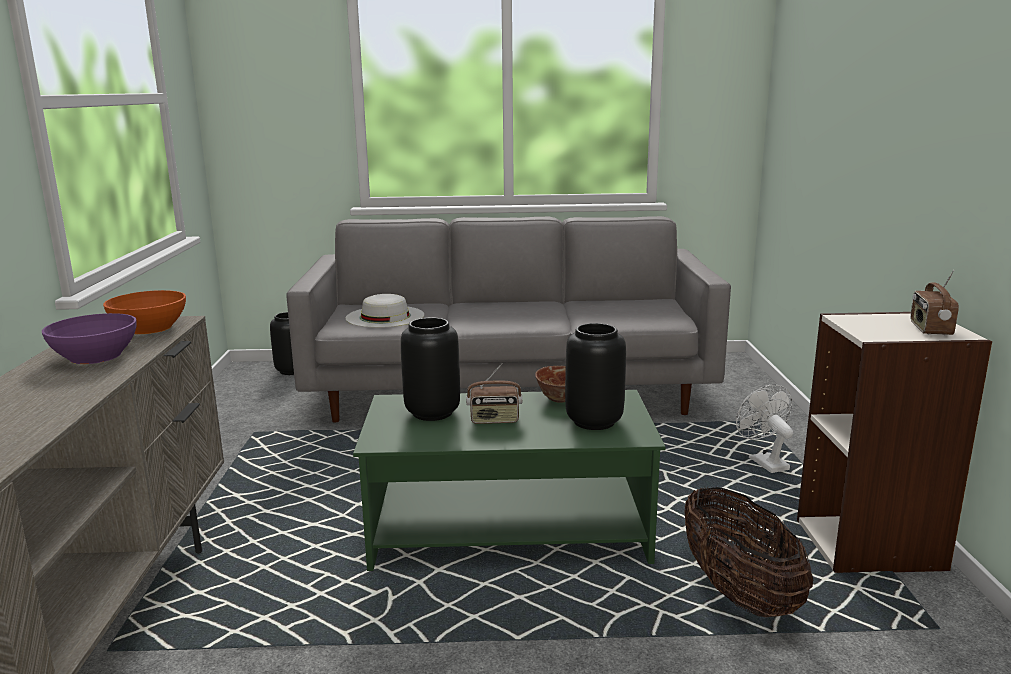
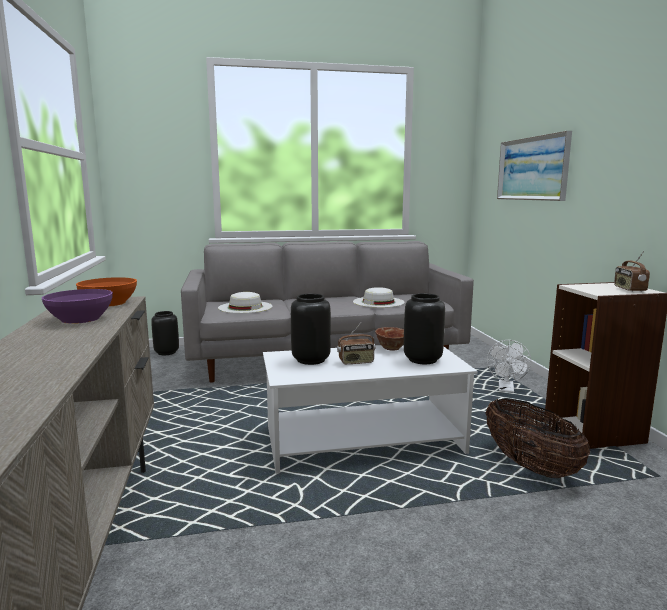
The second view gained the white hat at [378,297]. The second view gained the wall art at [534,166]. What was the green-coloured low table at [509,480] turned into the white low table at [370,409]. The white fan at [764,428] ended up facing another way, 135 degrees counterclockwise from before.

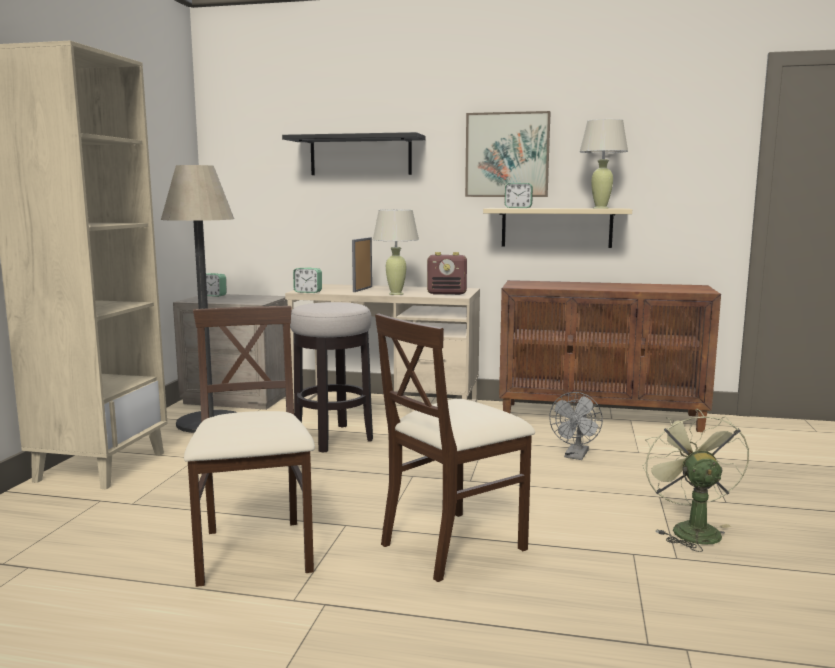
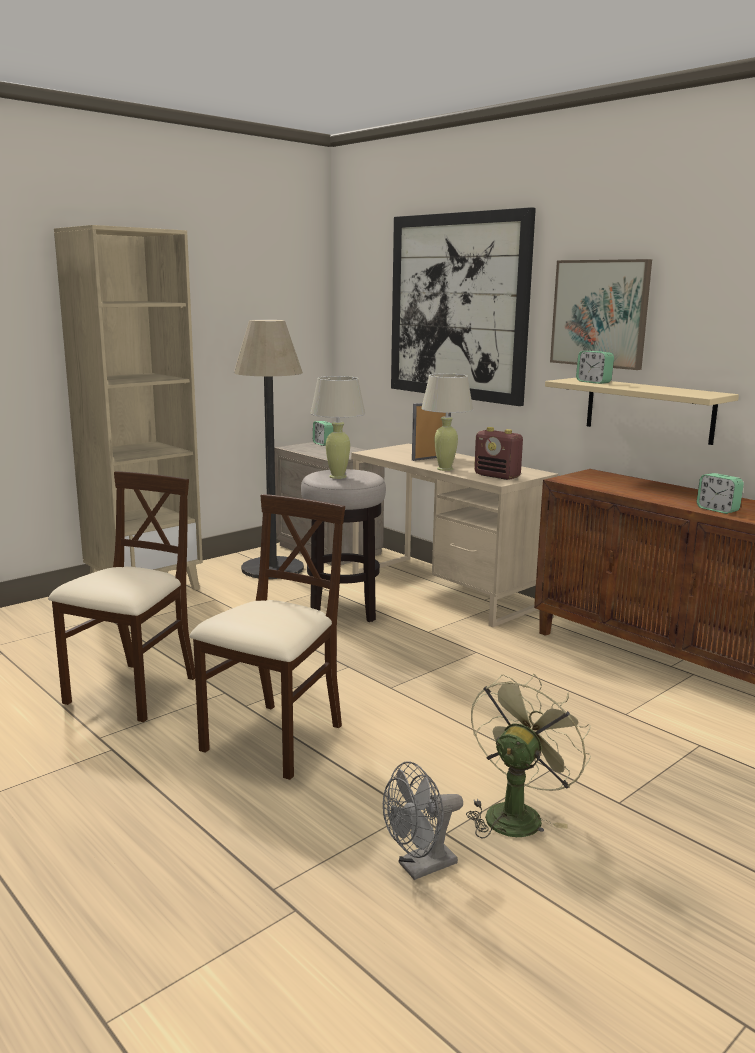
The table clock ended up elsewhere, having gone from [307,280] to [720,493]. The greyish fan ended up elsewhere, having gone from [576,426] to [423,820]. The beige-coloured table lamp ended up elsewhere, having gone from [604,164] to [338,427]. Where the black shelf hung at [354,153], the wall art came to hang at [463,306]. The beige-coloured upright chair at [455,447] ended up facing another way, 120 degrees clockwise from before.

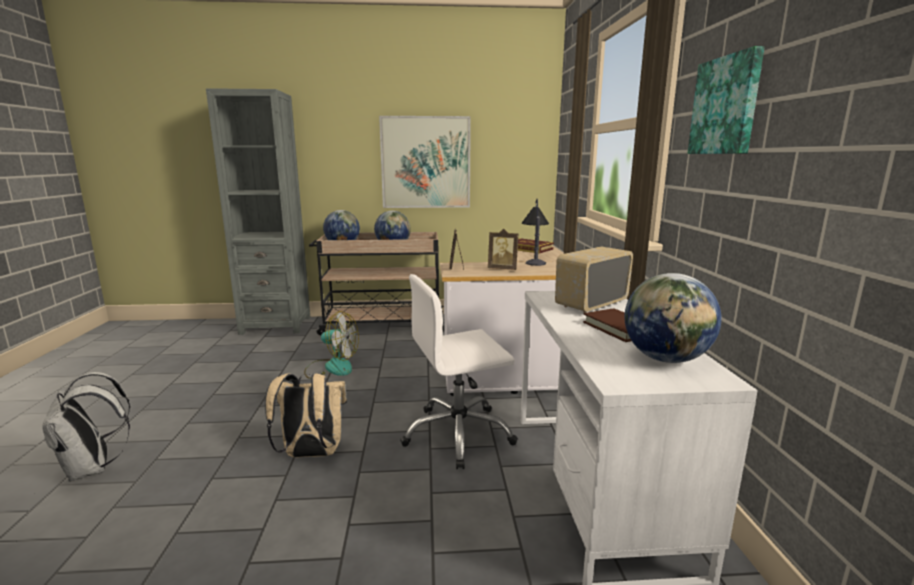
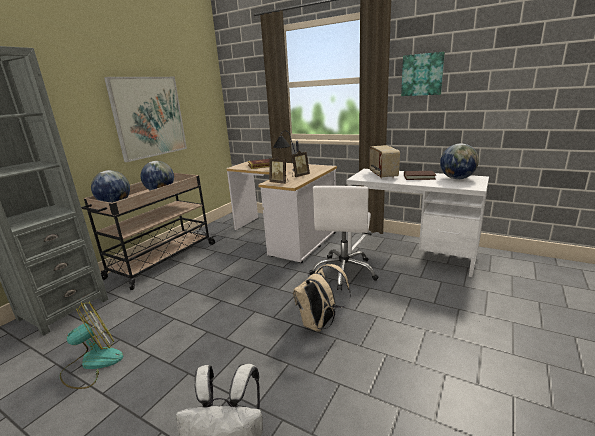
The fan ended up elsewhere, having gone from [331,345] to [92,345].

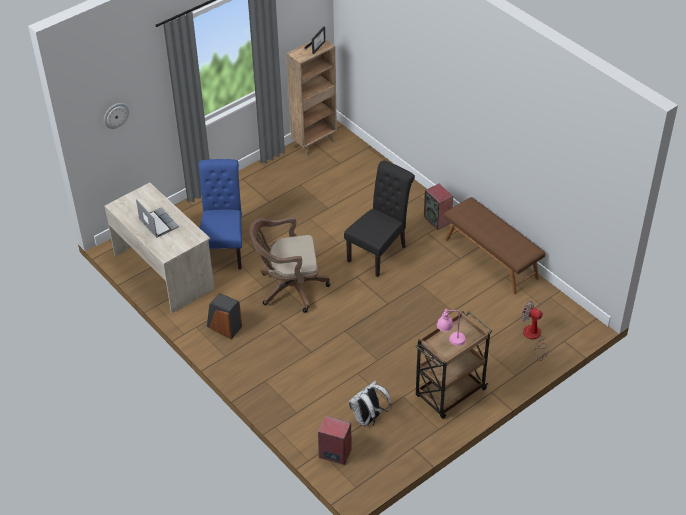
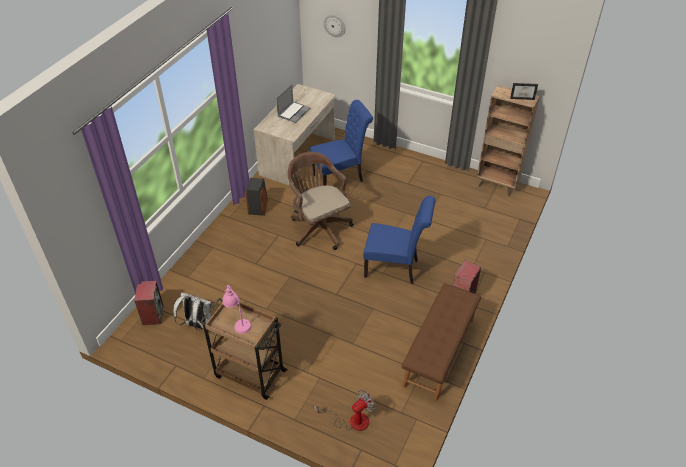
What was the black upright chair at [379,218] turned into the blue upright chair at [399,240]. The fan at [535,330] ended up facing another way, 45 degrees clockwise from before.

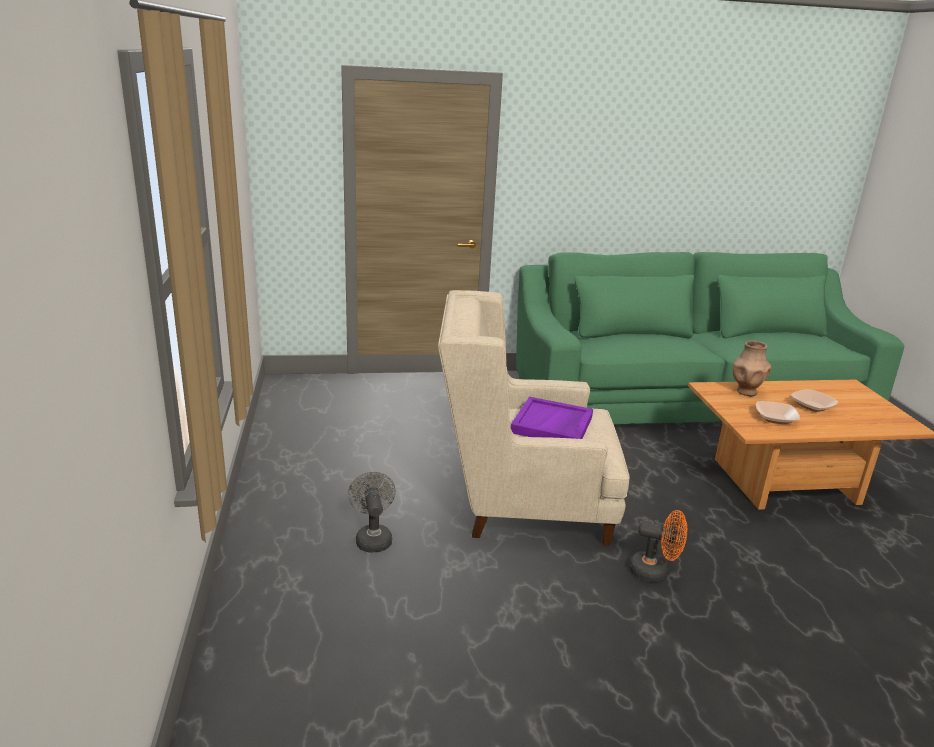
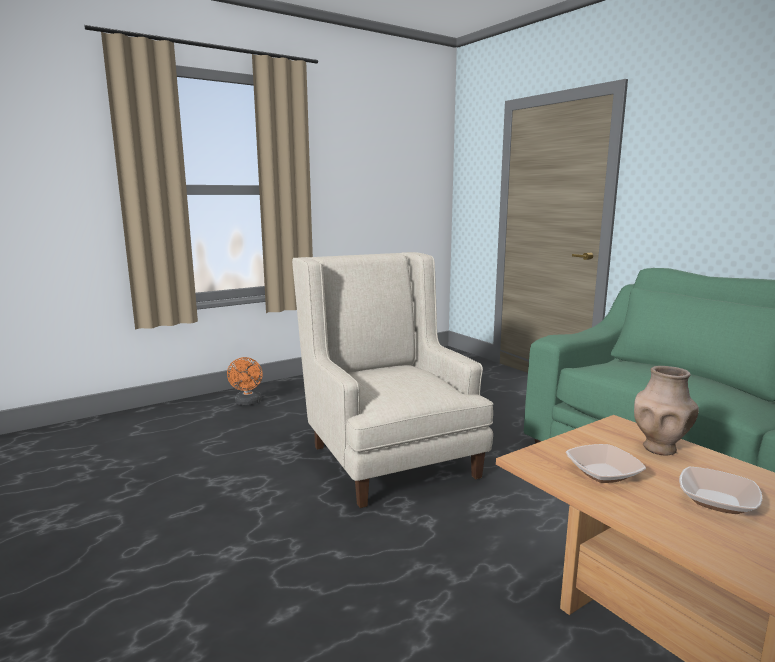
The second view lost the greyish fan at [372,512]. The second view lost the purple carrying tray at [552,418]. The orange fan ended up elsewhere, having gone from [658,546] to [245,381].

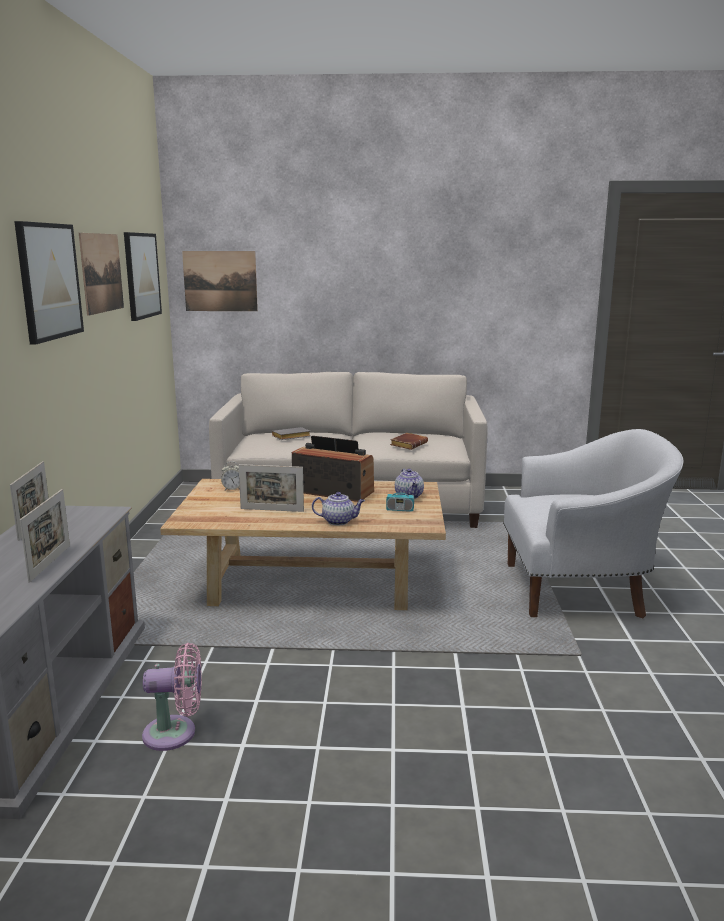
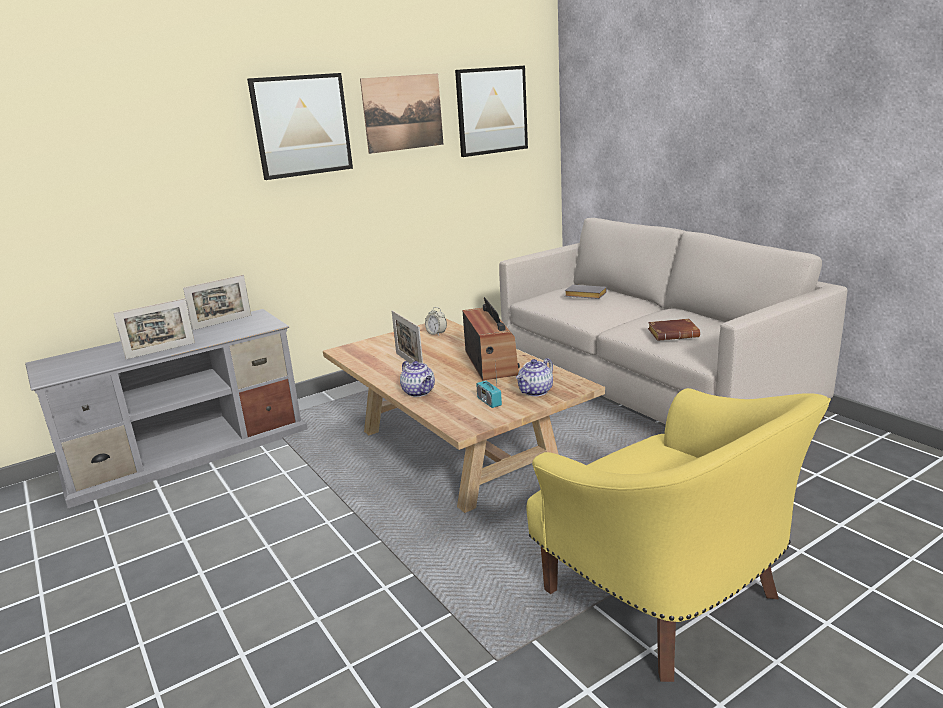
The second view lost the pinkish fan at [172,697]. The second view lost the wall art at [220,281]. What was the white armchair at [593,523] turned into the yellow armchair at [678,535].

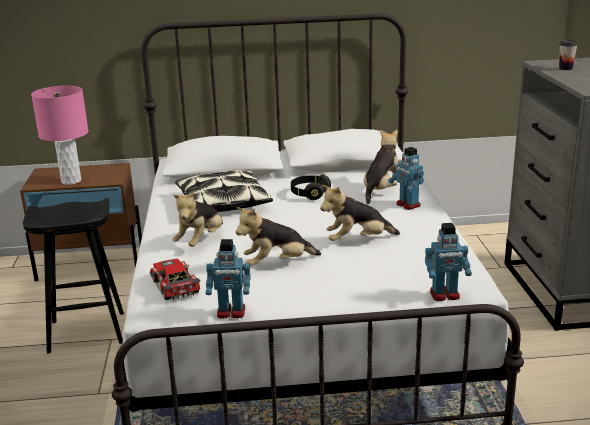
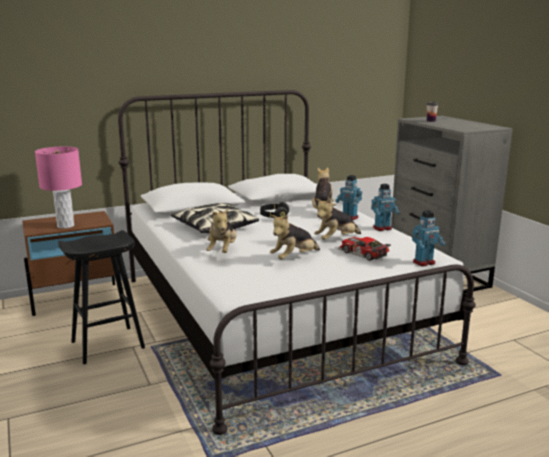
The miniature car ended up elsewhere, having gone from [175,279] to [364,249]. The robot figure ended up elsewhere, having gone from [228,279] to [385,207].

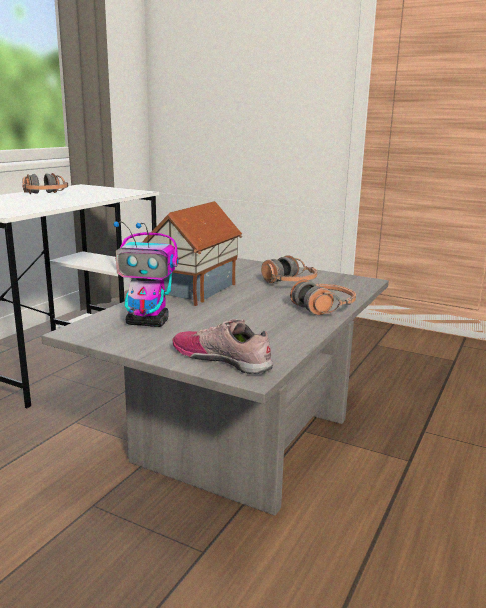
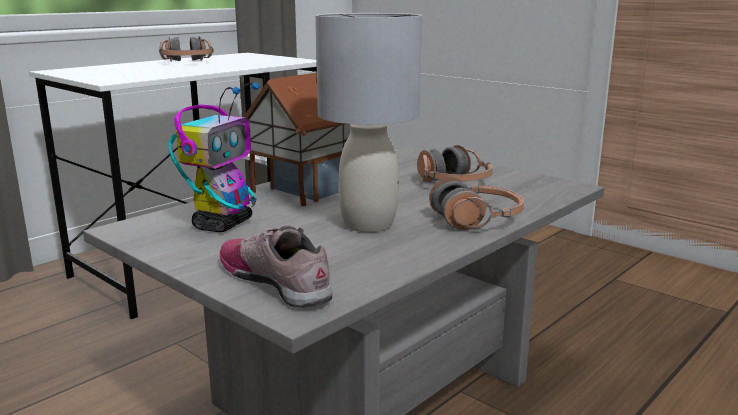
The second view gained the greyish table lamp at [368,122]. The robot figure at [146,274] ended up facing another way, 90 degrees counterclockwise from before.

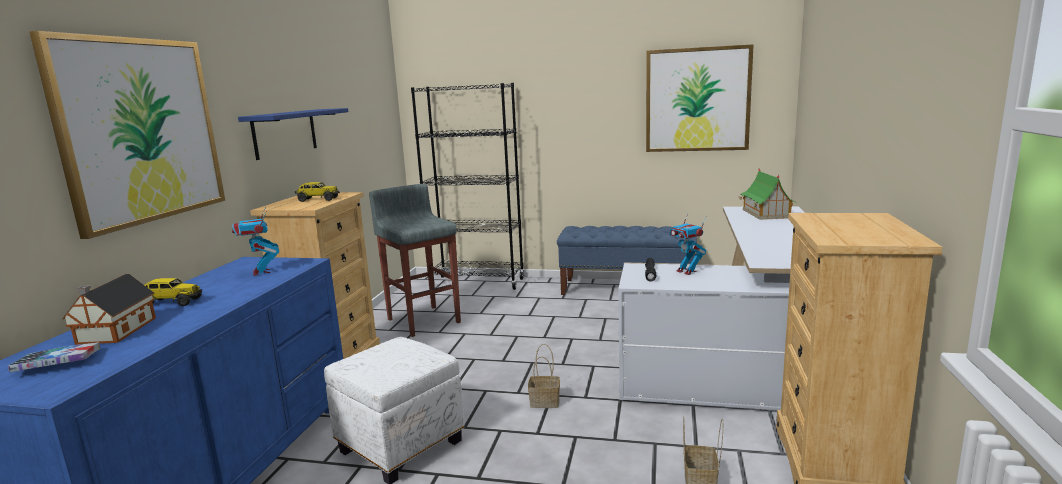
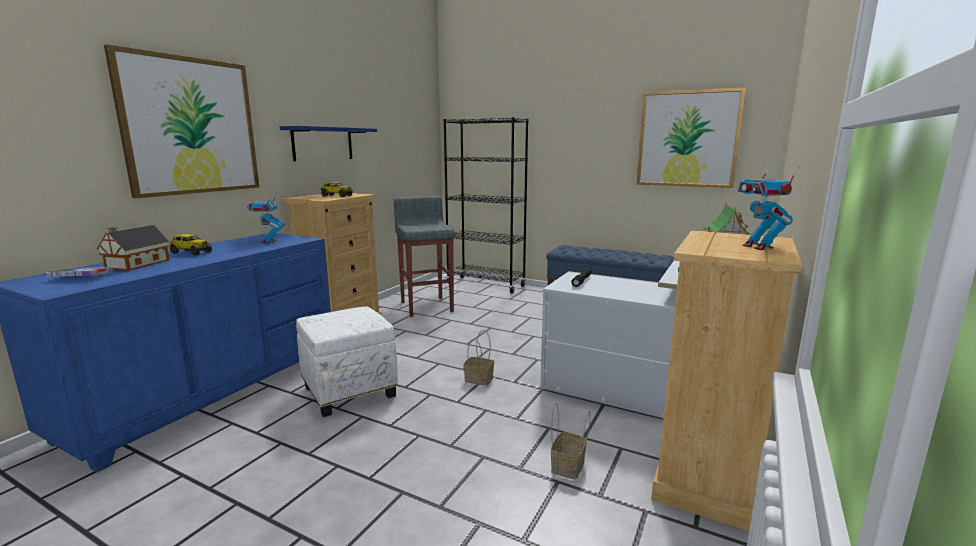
The robot figure ended up elsewhere, having gone from [687,244] to [769,207].

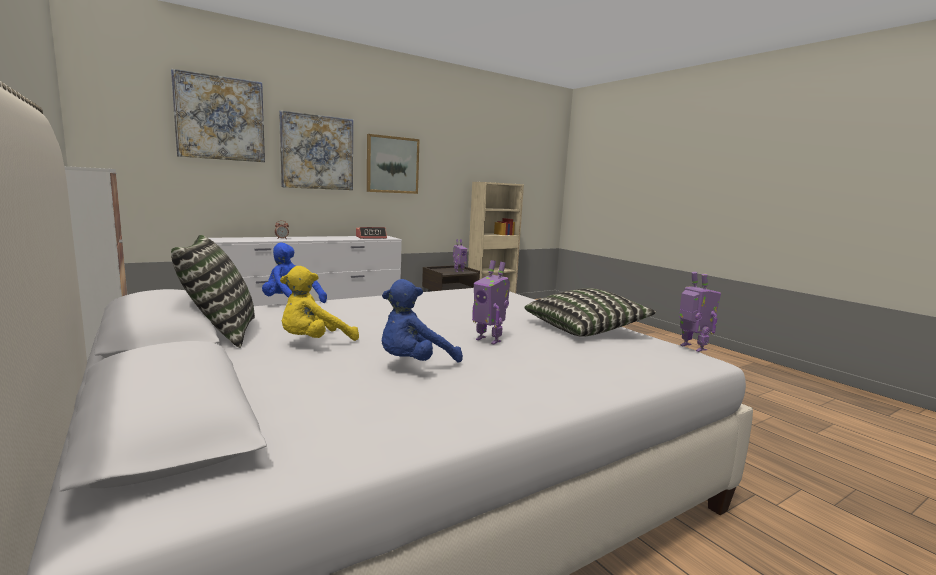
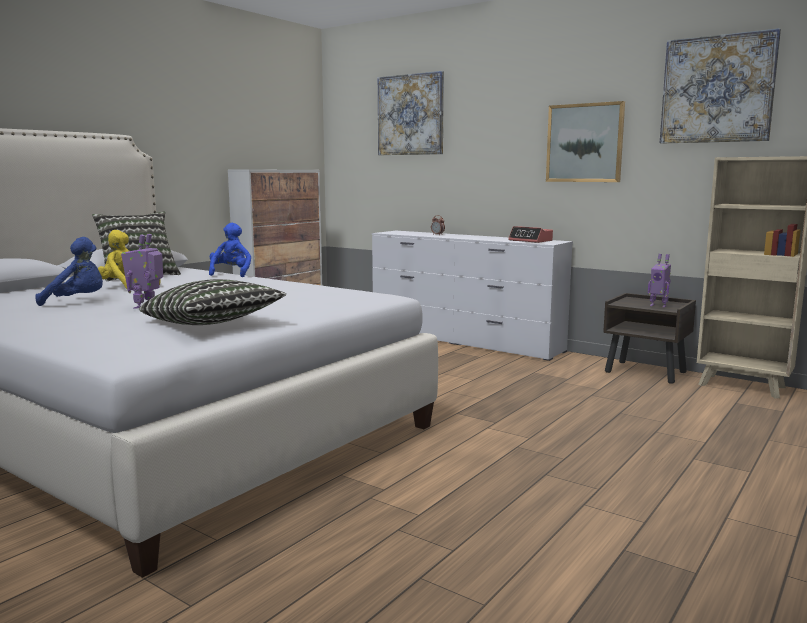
The second view lost the robot figure at [700,312]. The wall art ended up elsewhere, having gone from [316,150] to [720,86]. The blue soft toy at [422,321] ended up facing another way, 150 degrees clockwise from before.

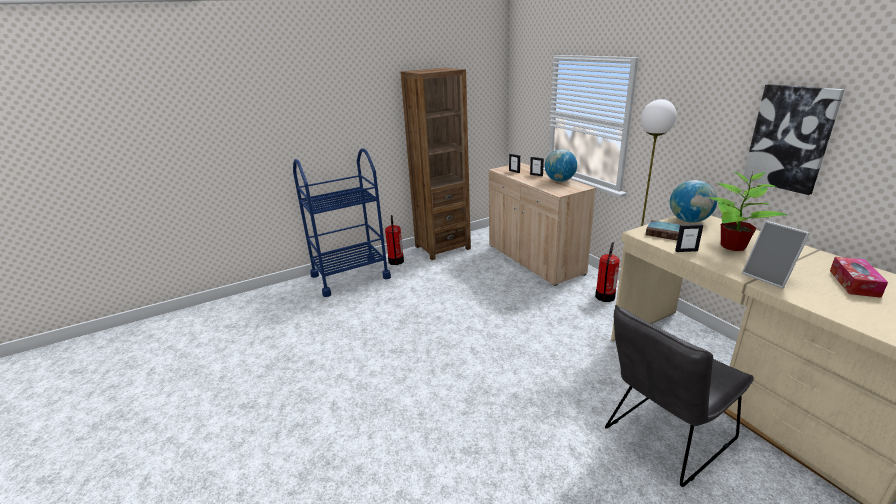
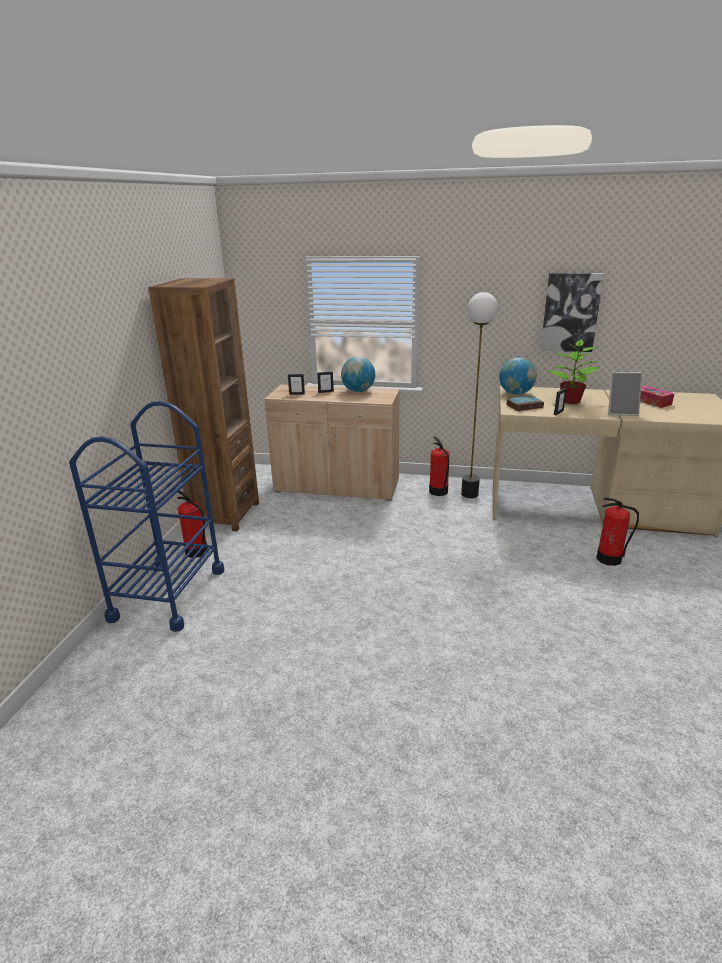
Where the greyish upright chair stood at [679,396], the extinguisher came to stand at [617,532].

